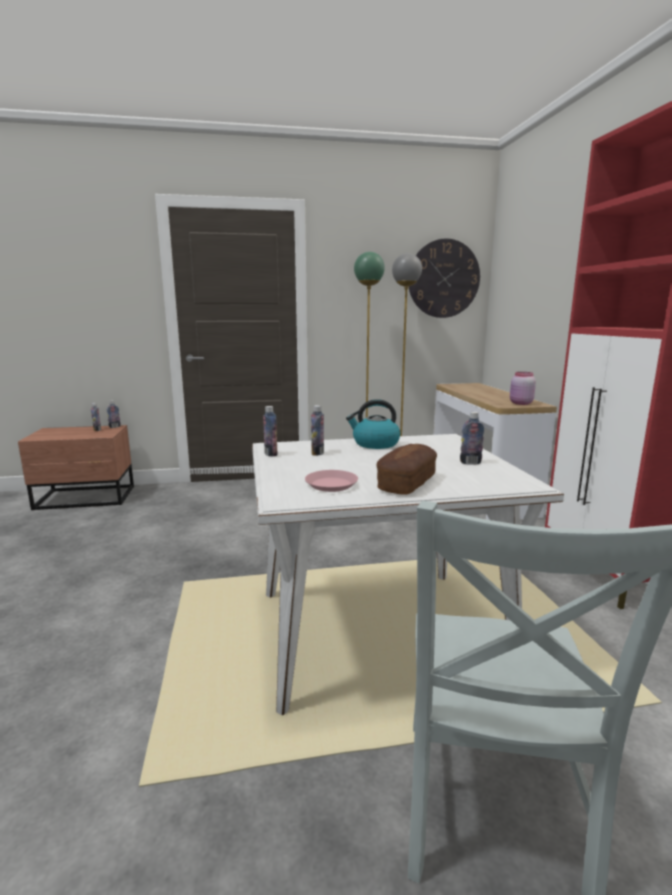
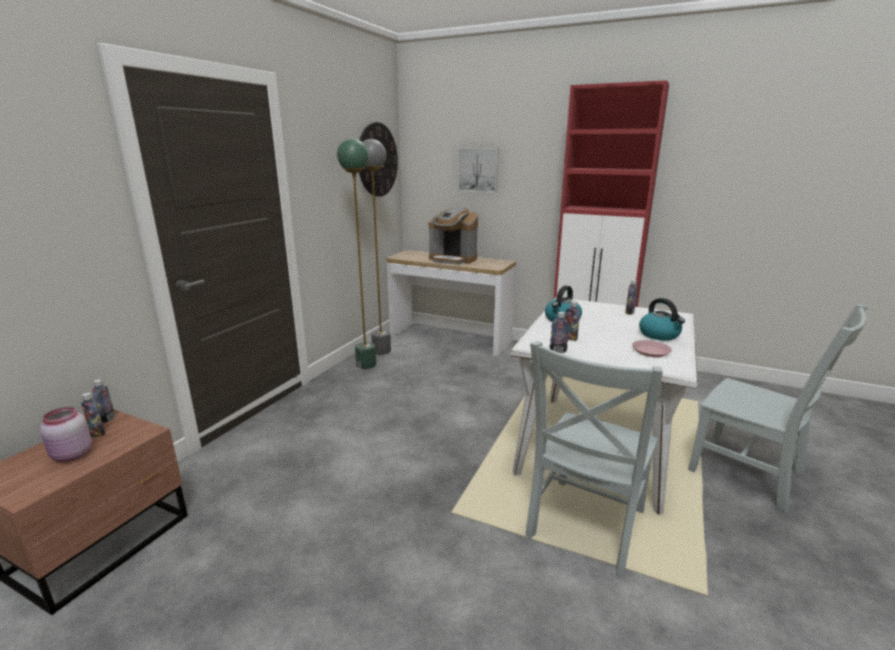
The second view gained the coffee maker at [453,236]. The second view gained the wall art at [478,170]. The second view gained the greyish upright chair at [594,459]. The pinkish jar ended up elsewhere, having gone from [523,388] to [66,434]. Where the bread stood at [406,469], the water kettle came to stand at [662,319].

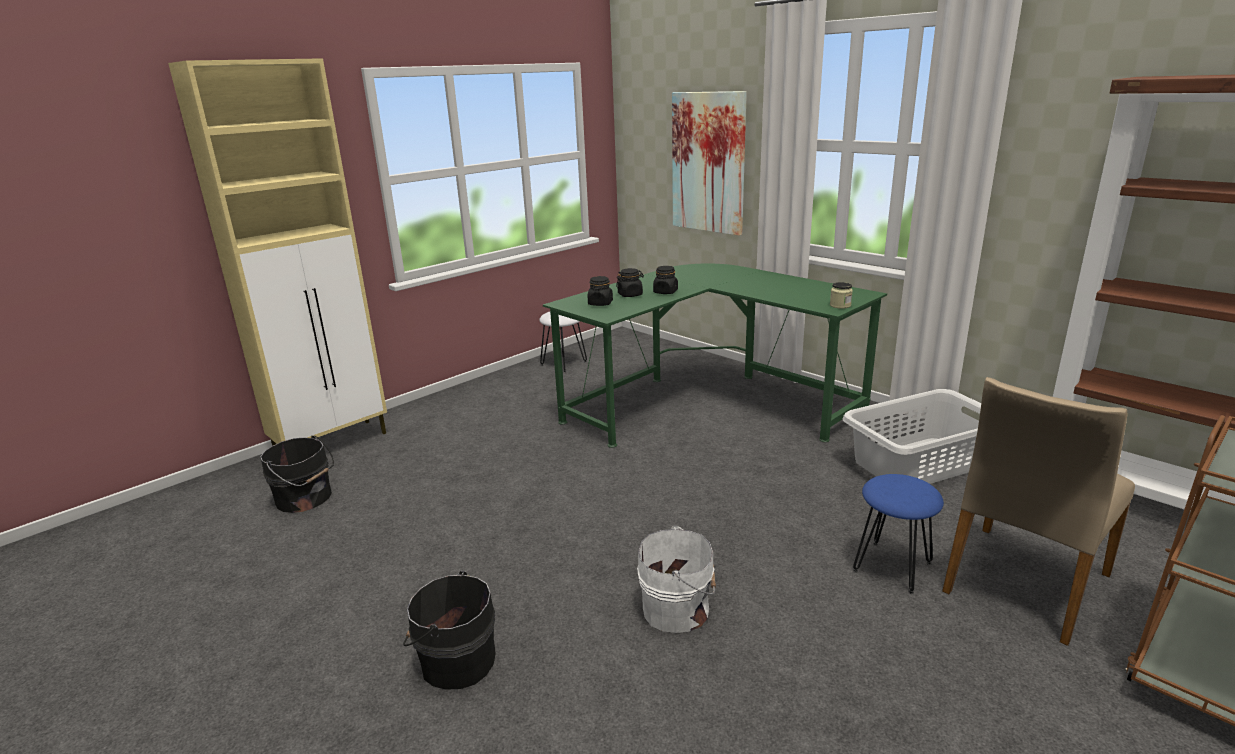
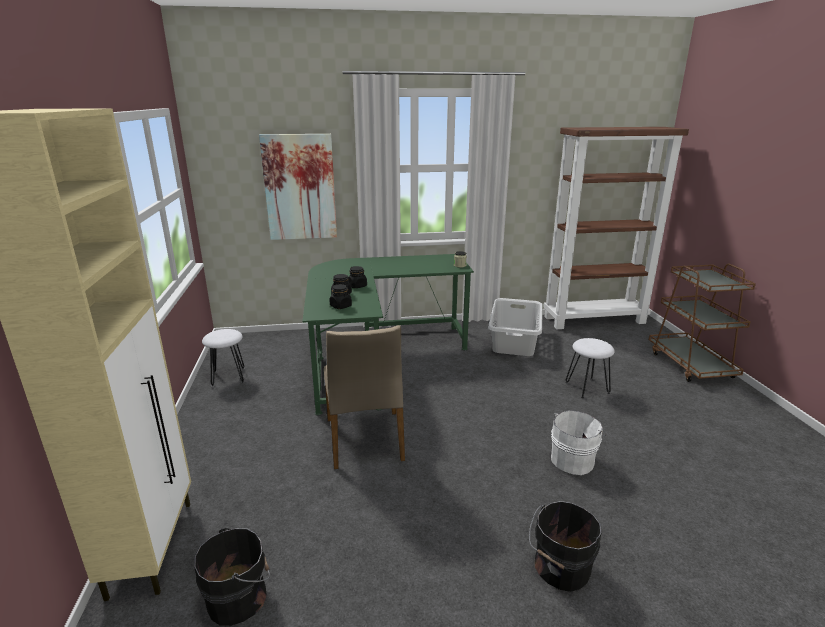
The beige-coloured upright chair ended up elsewhere, having gone from [1038,511] to [364,397]. What was the blue stool seat at [898,534] turned into the white stool seat at [590,368].

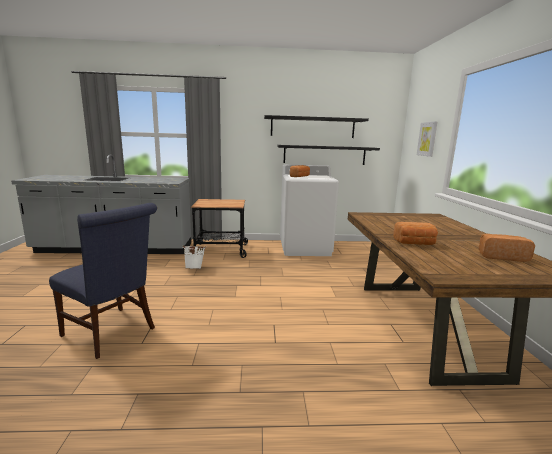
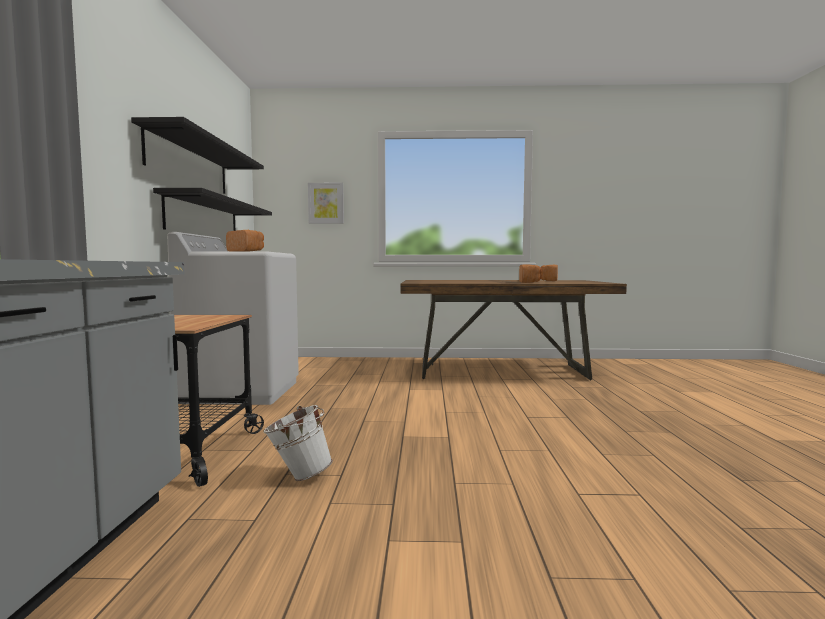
The second view lost the blue upright chair at [103,281].

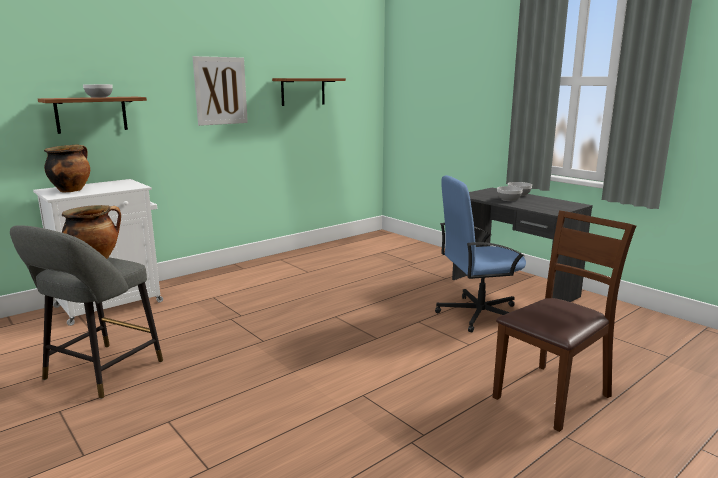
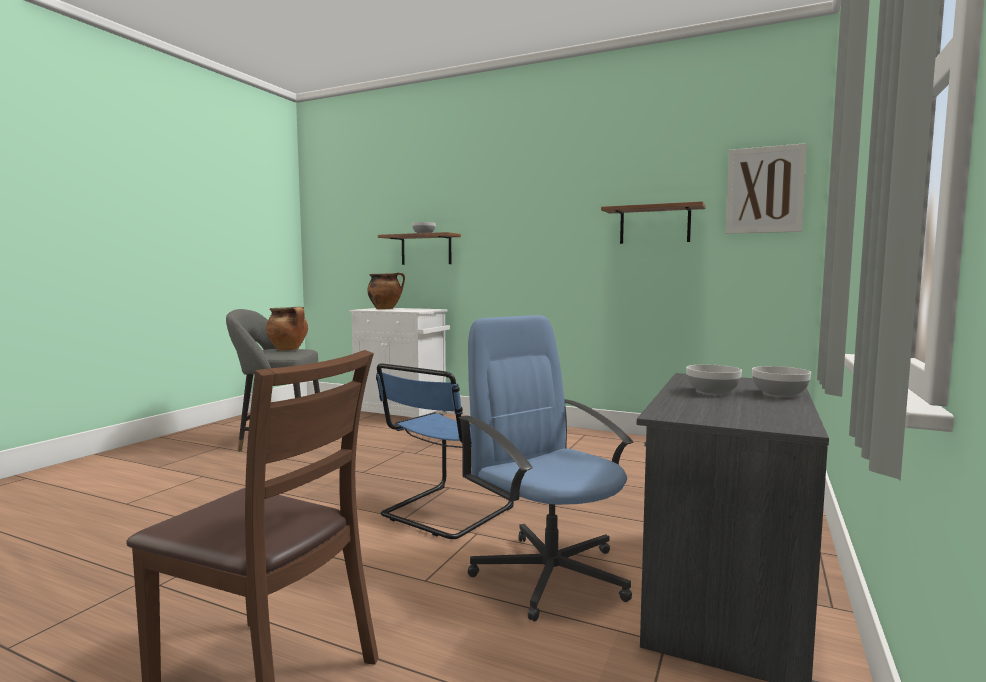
The second view gained the blue upright chair at [445,451]. The wall art ended up elsewhere, having gone from [220,91] to [766,188].

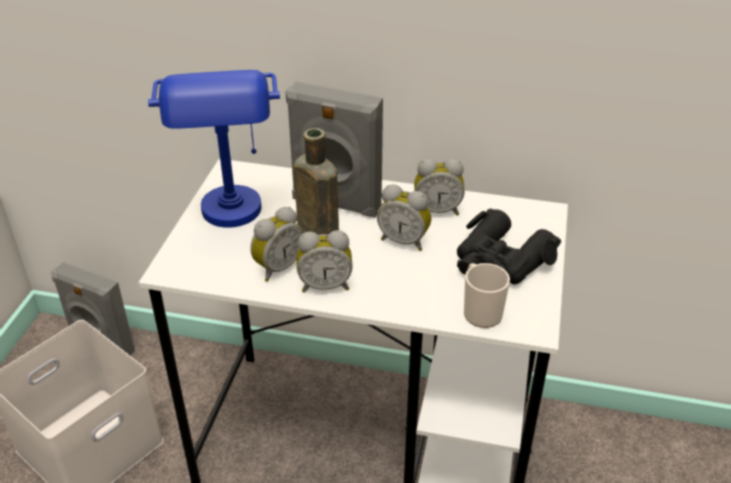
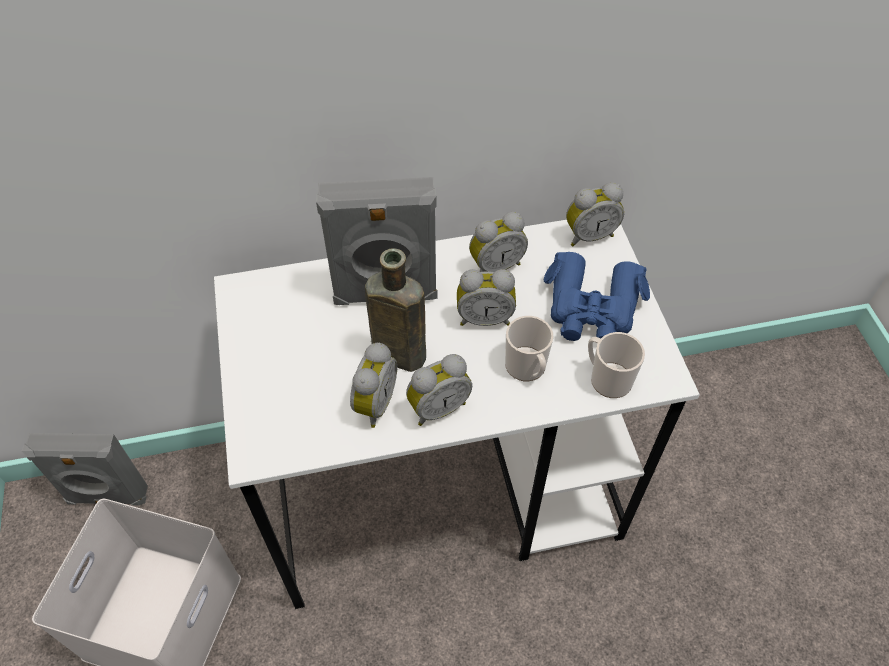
The second view lost the blue table lamp at [214,149]. The second view gained the mug at [529,348]. The second view gained the table clock at [595,214]. What was the black binoculars at [509,247] turned into the blue binoculars at [597,296].

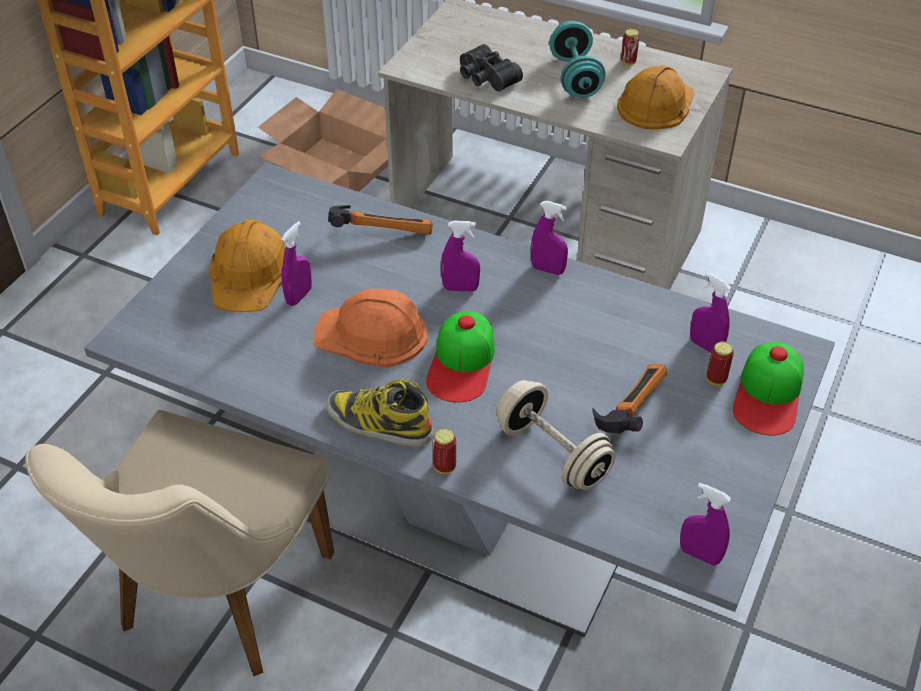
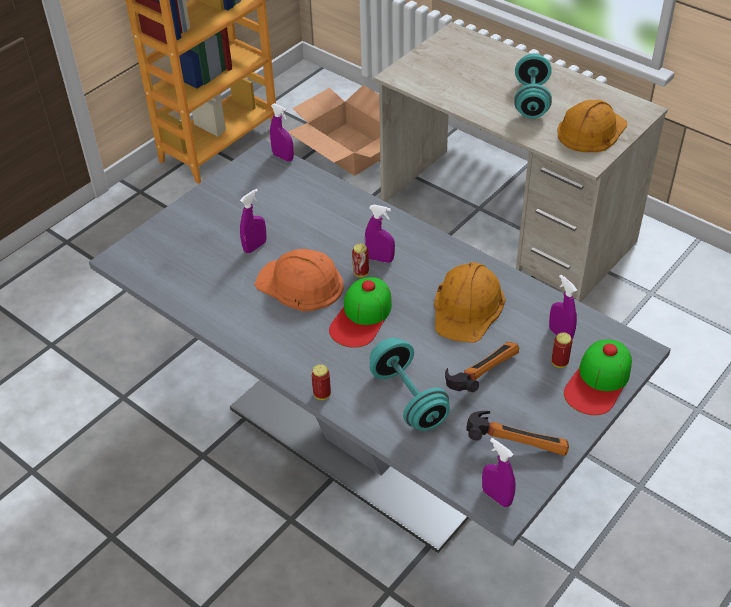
The second view lost the beige-coloured upright chair at [179,543]. The second view lost the high-top boot at [380,413]. The second view lost the black binoculars at [491,68]. The orange safety helmet ended up elsewhere, having gone from [247,266] to [470,302]. The tool hammer ended up elsewhere, having gone from [380,220] to [517,433]. The purple hand sprayer ended up elsewhere, having gone from [549,238] to [282,132]. The can ended up elsewhere, having gone from [630,47] to [360,260]. What was the beige-coloured hand weight at [556,435] turned into the turquoise-coloured hand weight at [409,384].

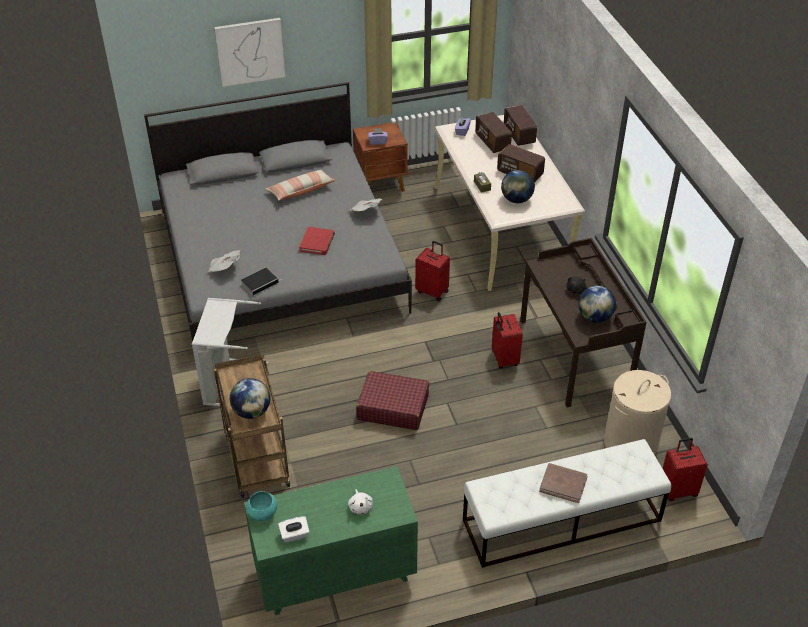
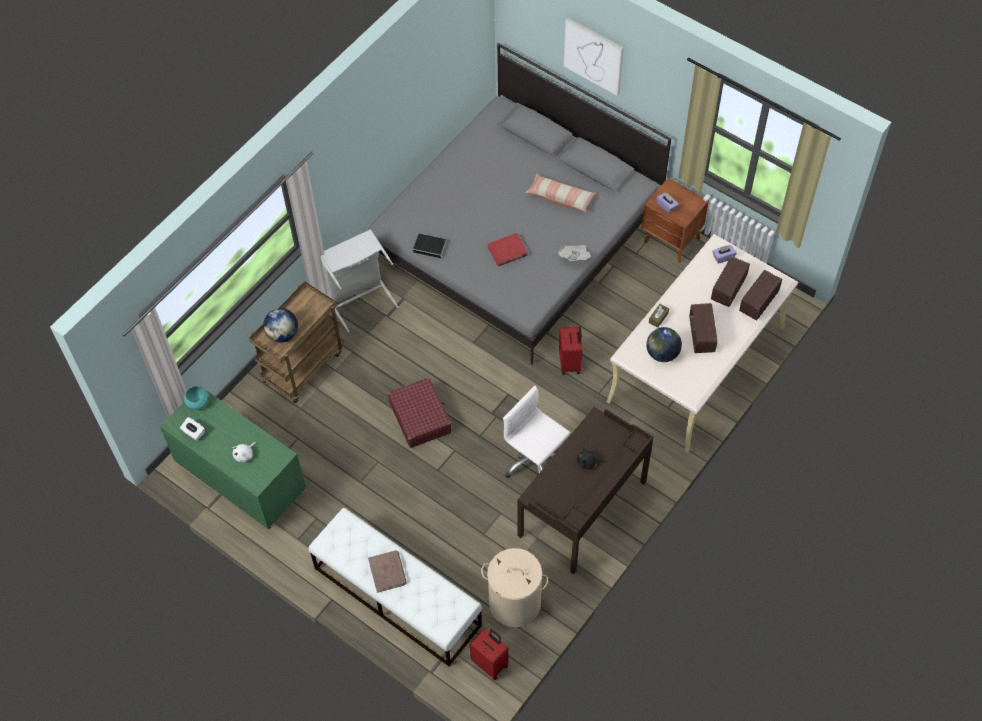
The second view lost the newspaper at [224,261]. The second view lost the globe at [597,304]. Where the reddish suitcase stood at [507,340], the white desk chair came to stand at [536,432].

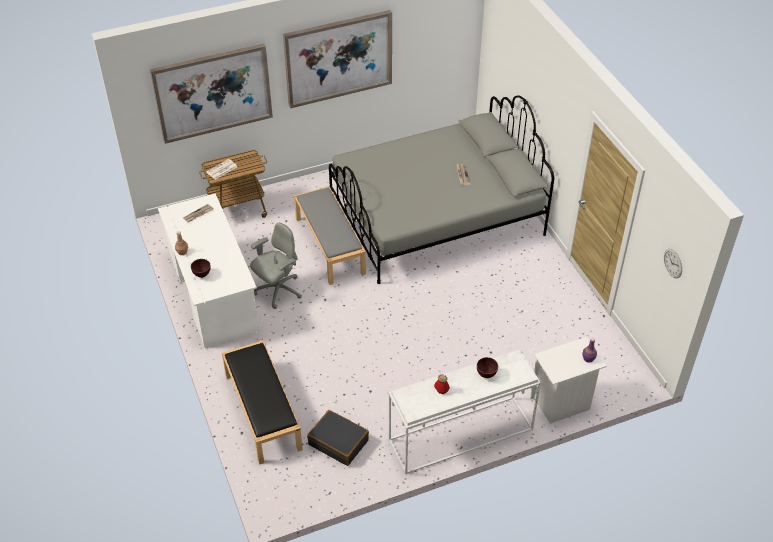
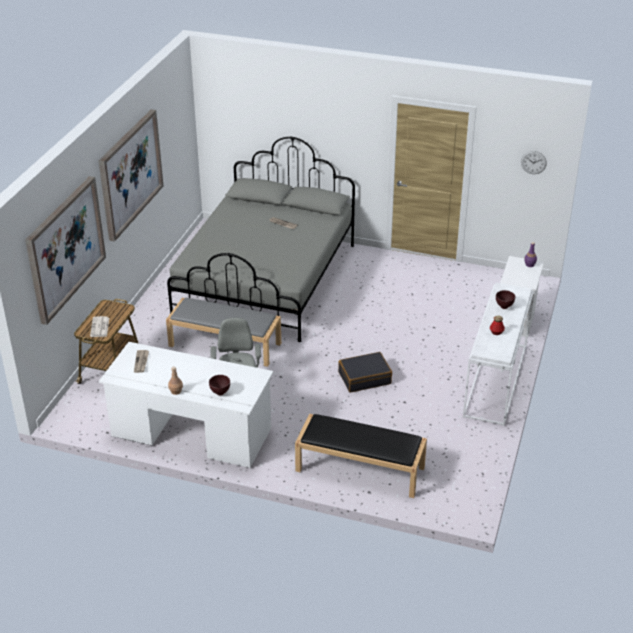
The black suitcase ended up elsewhere, having gone from [338,438] to [365,372].

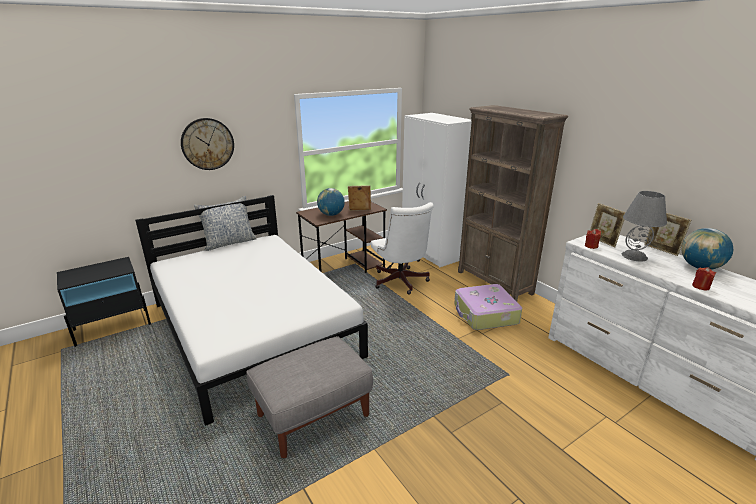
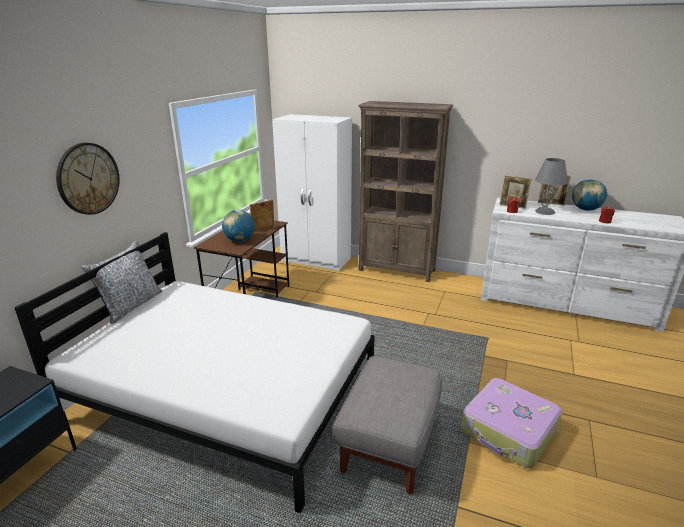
The second view lost the white desk chair at [402,248]. The suitcase ended up elsewhere, having gone from [488,307] to [511,423].

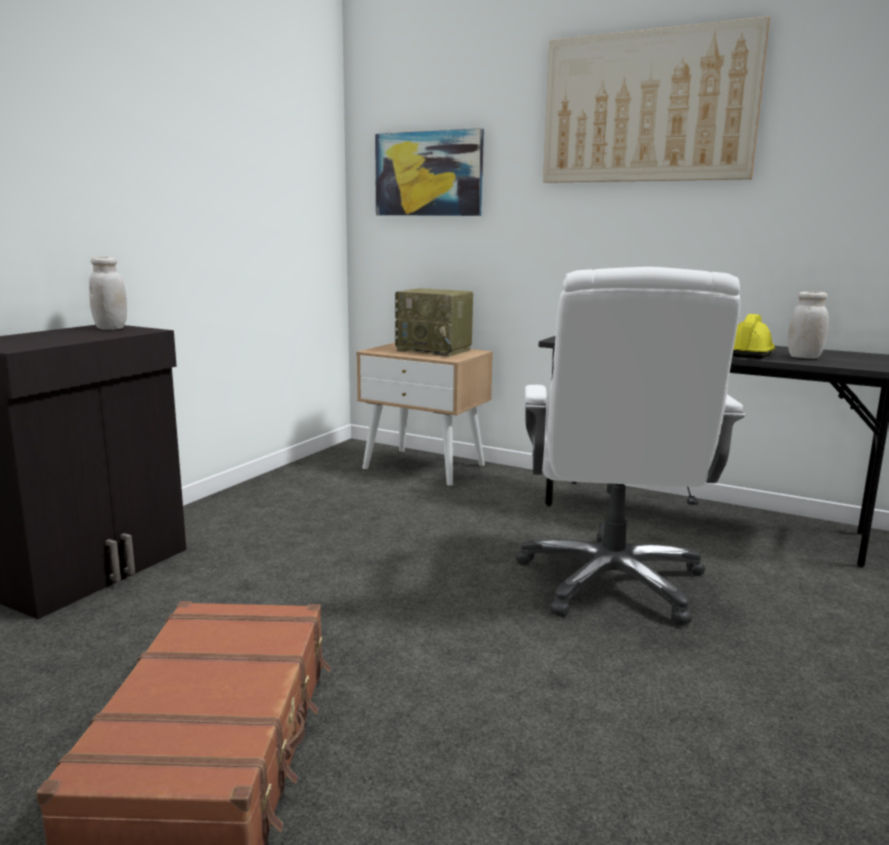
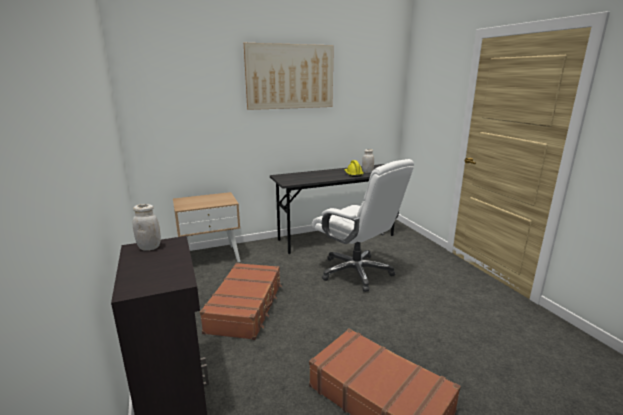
The second view lost the wall art at [429,172]. The second view lost the radio receiver at [434,322]. The second view gained the brownish suitcase at [241,301].

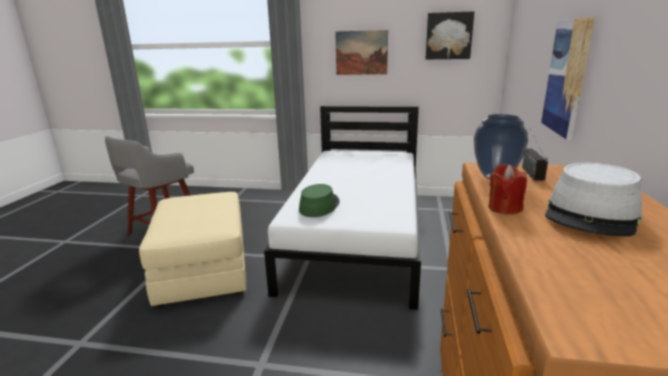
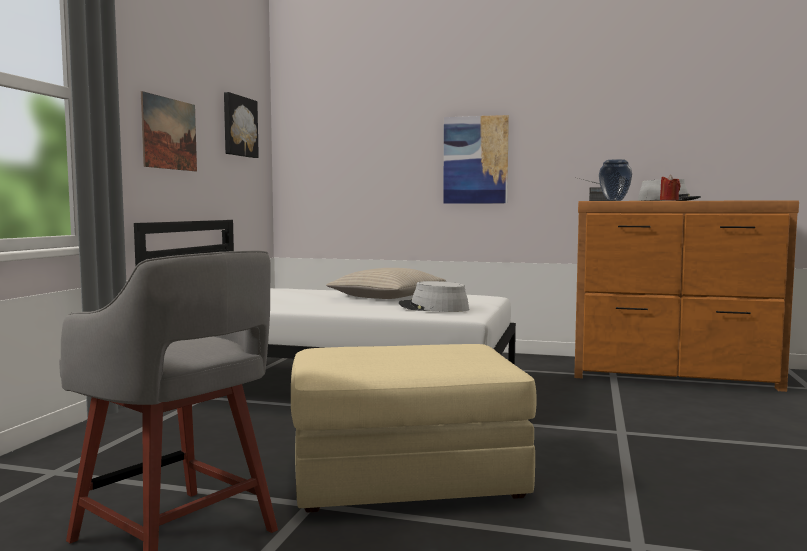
The second view gained the beige-coloured cushion at [386,283]. What was the green-coloured hat at [319,200] turned into the greyish hat at [434,296].

